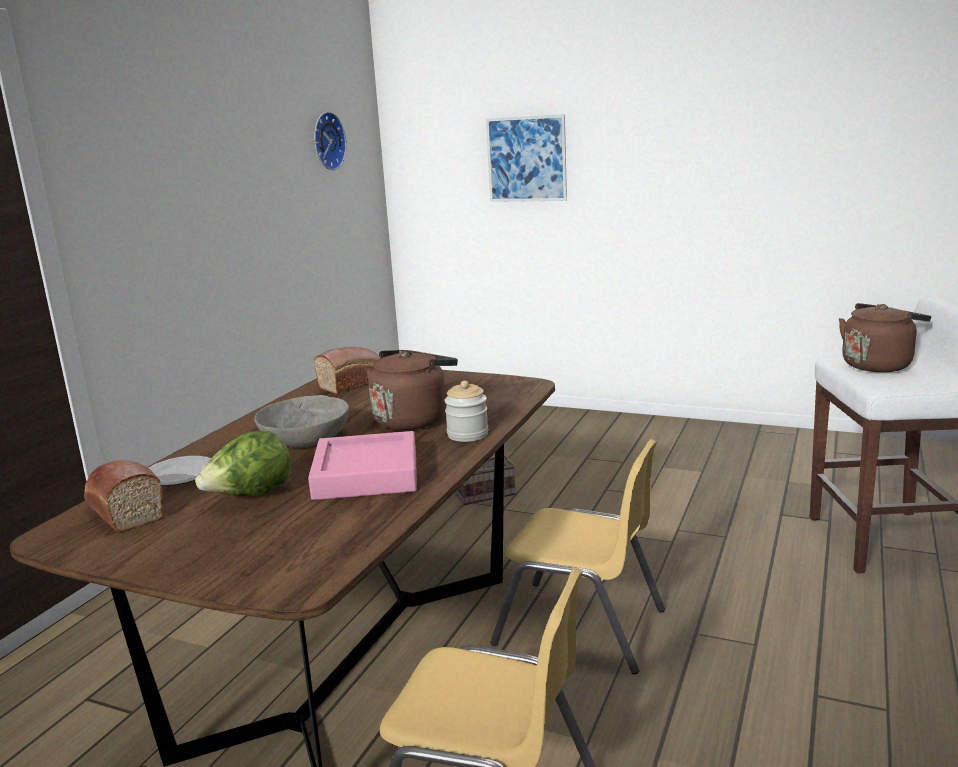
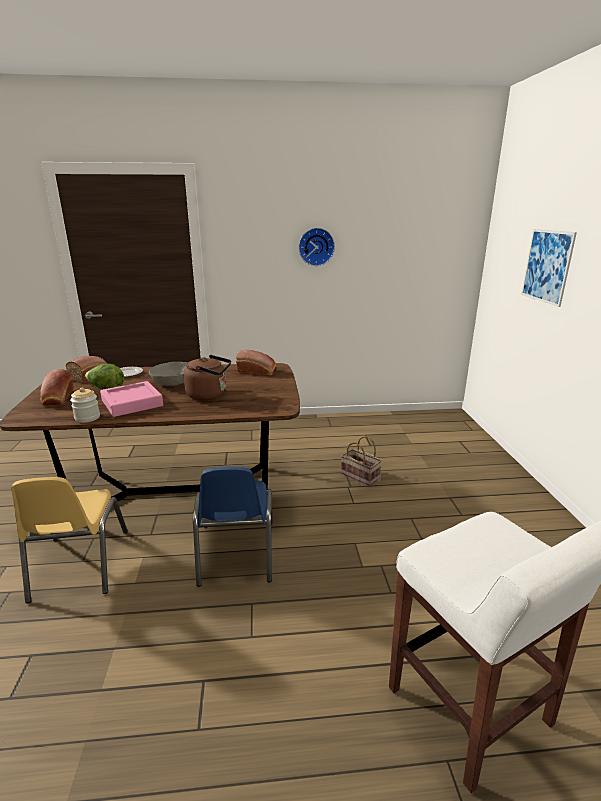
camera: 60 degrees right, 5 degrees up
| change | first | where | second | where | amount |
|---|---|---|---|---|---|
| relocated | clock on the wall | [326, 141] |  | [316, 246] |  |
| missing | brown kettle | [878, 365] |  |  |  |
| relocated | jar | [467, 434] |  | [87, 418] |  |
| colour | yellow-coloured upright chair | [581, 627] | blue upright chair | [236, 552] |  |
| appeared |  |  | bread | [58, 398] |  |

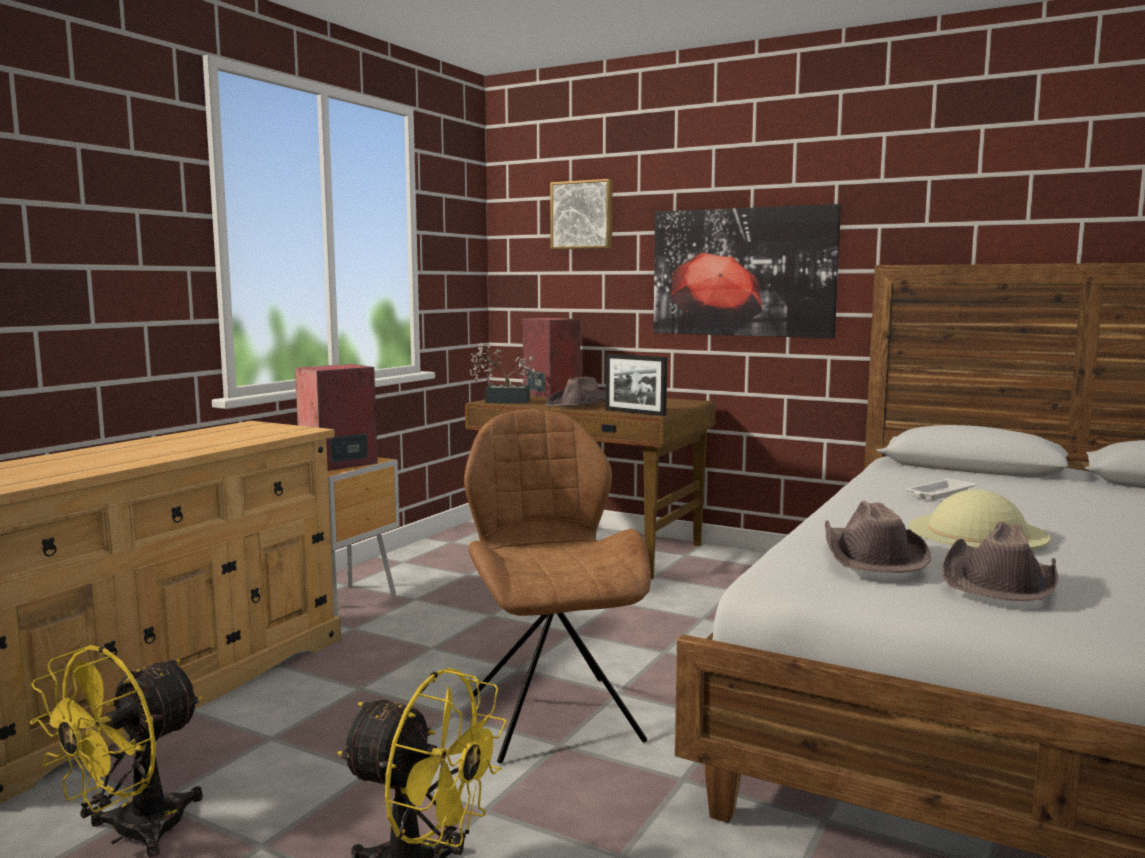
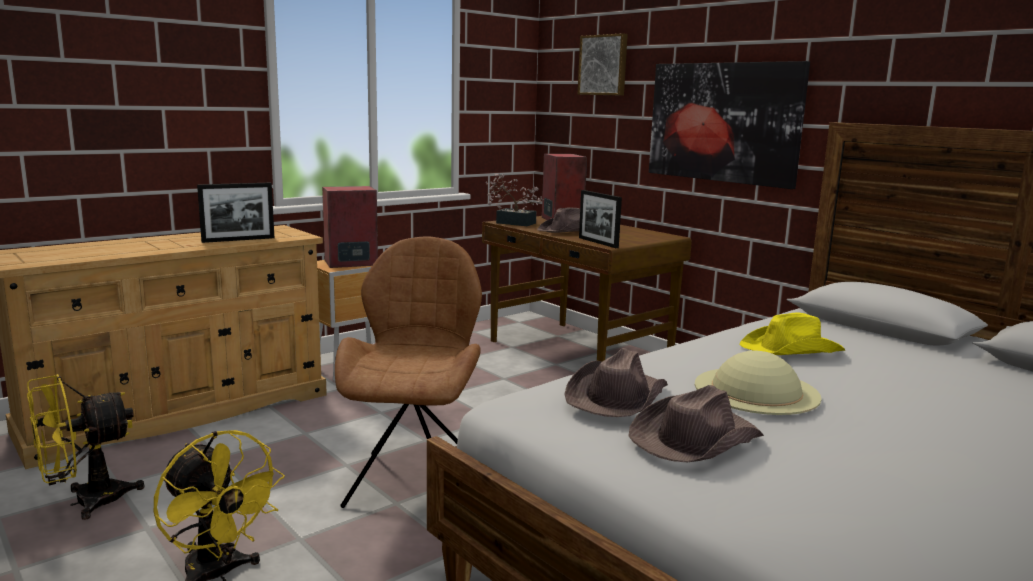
camera: 20 degrees right, 5 degrees up
| change | first | where | second | where | amount |
|---|---|---|---|---|---|
| exchanged | white-coloured carrying tray | [939, 494] | yellow-coloured hat | [792, 349] |  |
| appeared |  |  | photo frame | [238, 240] |  |

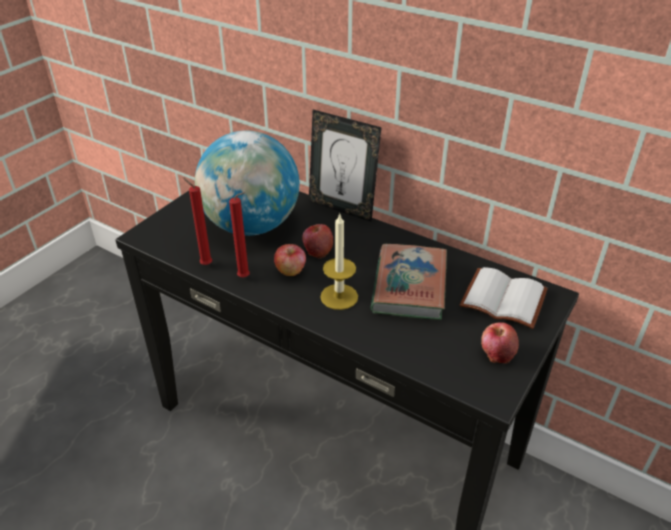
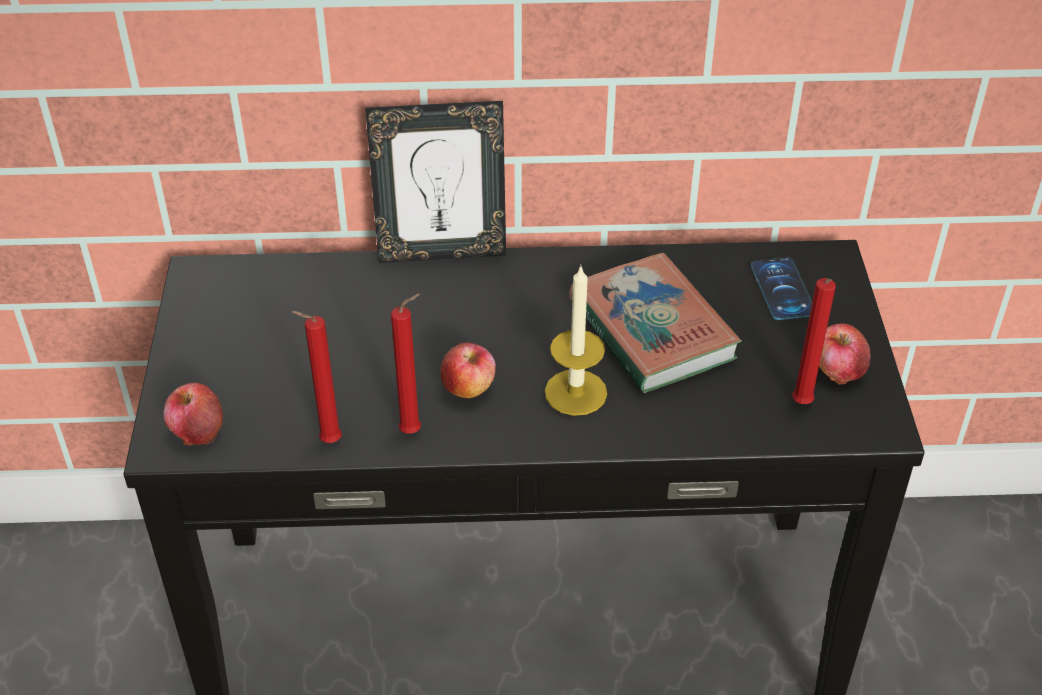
camera: 35 degrees left, 5 degrees up
| change | first | where | second | where | amount |
|---|---|---|---|---|---|
| missing | world globe | [252, 226] |  |  |  |
| relocated | whole apple | [317, 250] |  | [197, 431] |  |
| exchanged | white-coloured bound book | [505, 298] | telephone | [782, 289] |  |
| appeared |  |  | red-coloured wax light | [801, 405] |  |

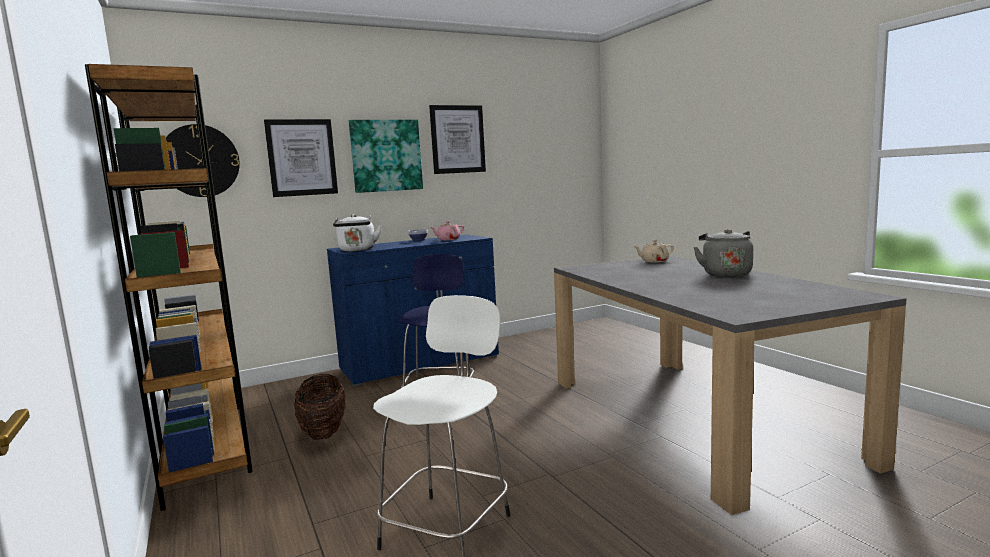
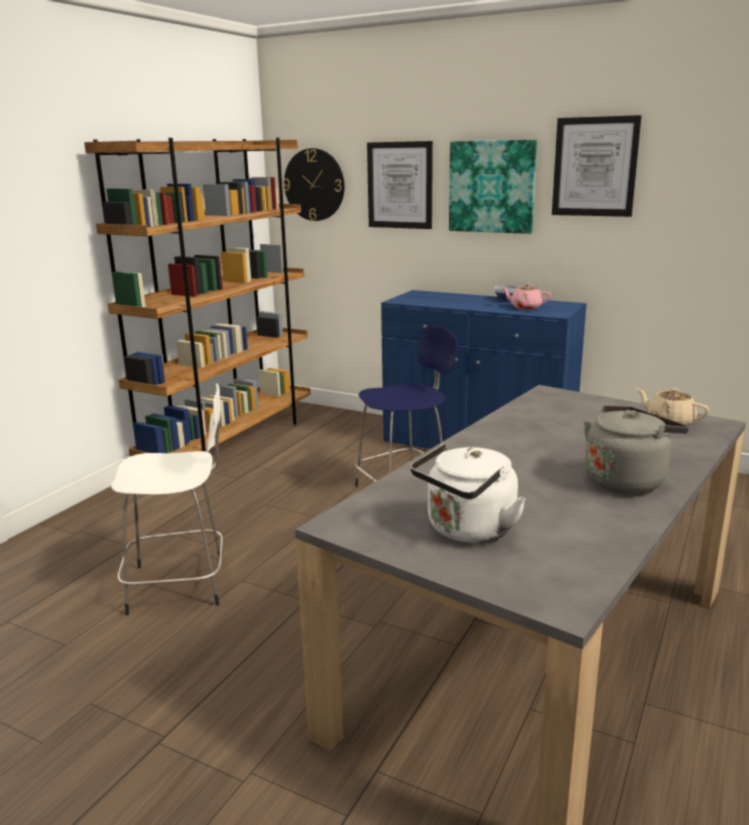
camera: 55 degrees right, 10 degrees up
| change | first | where | second | where | amount |
|---|---|---|---|---|---|
| relocated | white-coloured kettle | [357, 250] |  | [467, 531] |  |
| missing | storage basket | [323, 432] |  |  |  |

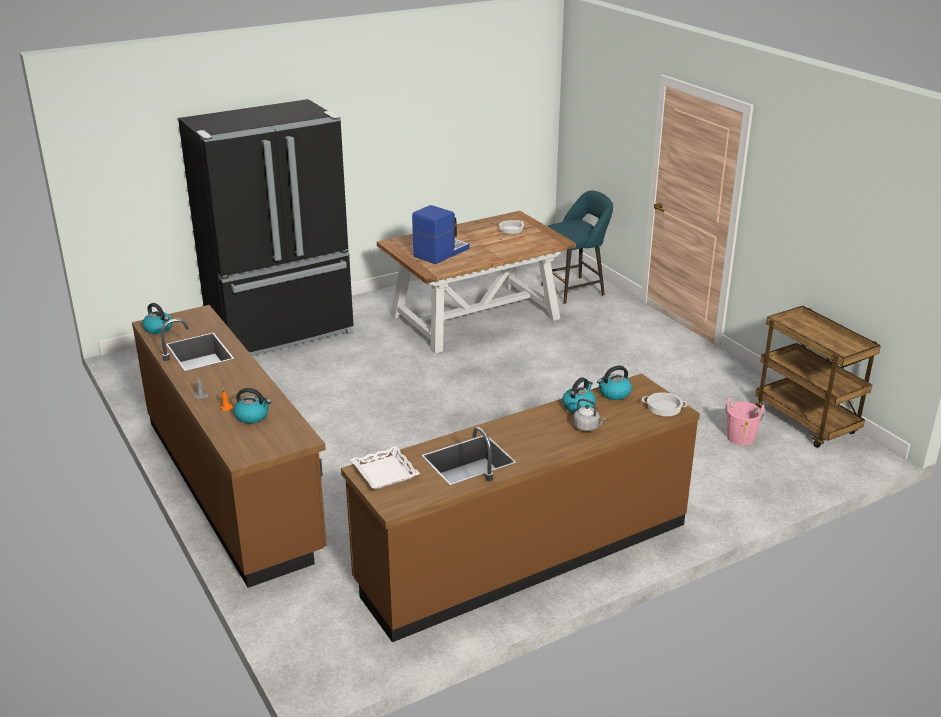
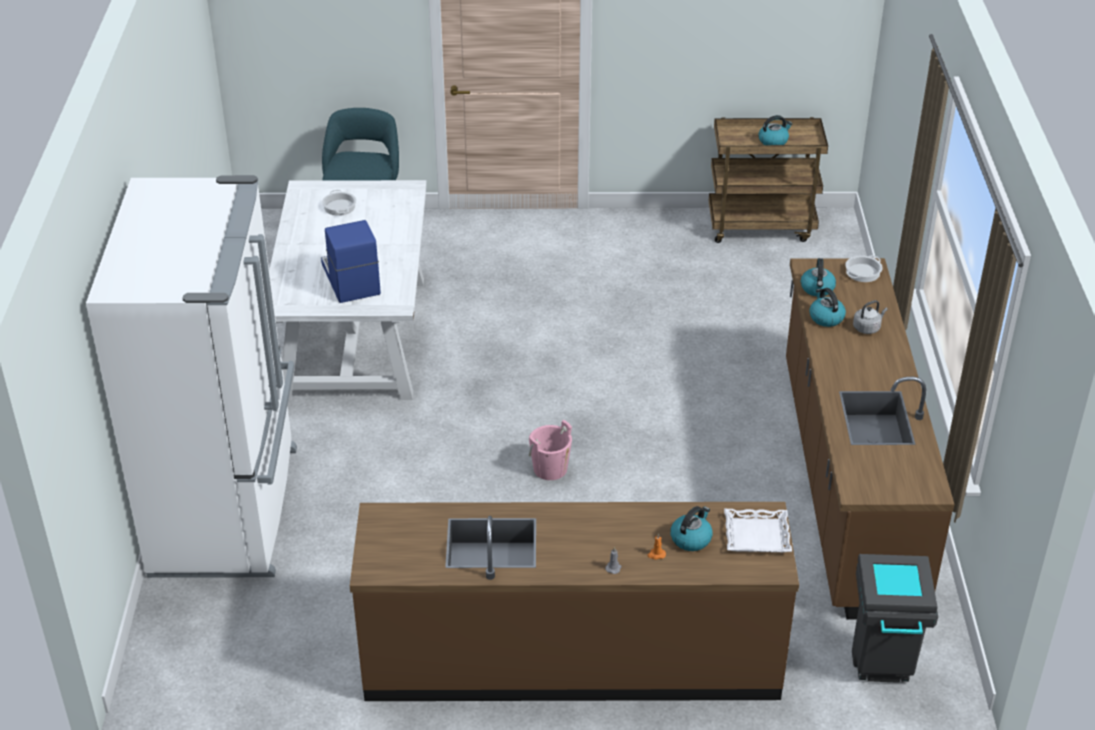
camera: 60 degrees left, 10 degrees up
| change | first | where | second | where | amount |
|---|---|---|---|---|---|
| colour | black refrigerator | [282, 333] | white-coloured refrigerator | [229, 510] |  |
| colour | brown dining table | [476, 317] | white-coloured dining table | [354, 335] |  |
| relocated | kettle | [159, 329] |  | [773, 141] |  |
| relocated | pink bucket | [740, 438] |  | [550, 469] |  |
| relocated | white-coloured carrying tray | [384, 472] |  | [756, 536] |  |
| appeared |  |  | greyish waste bin | [881, 674] |  |

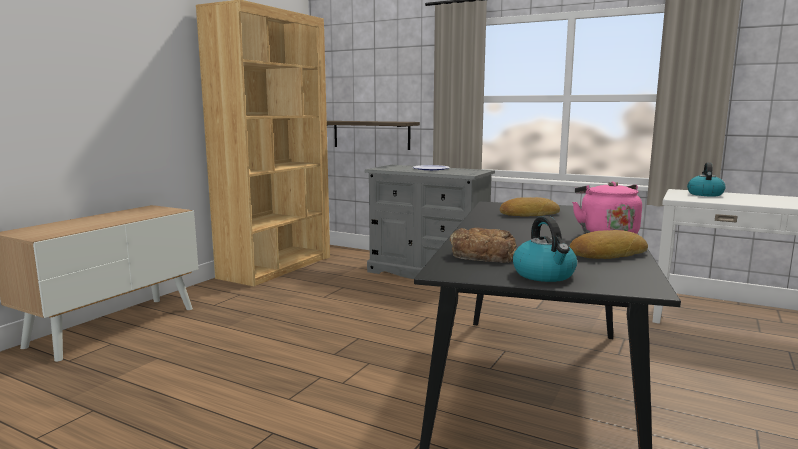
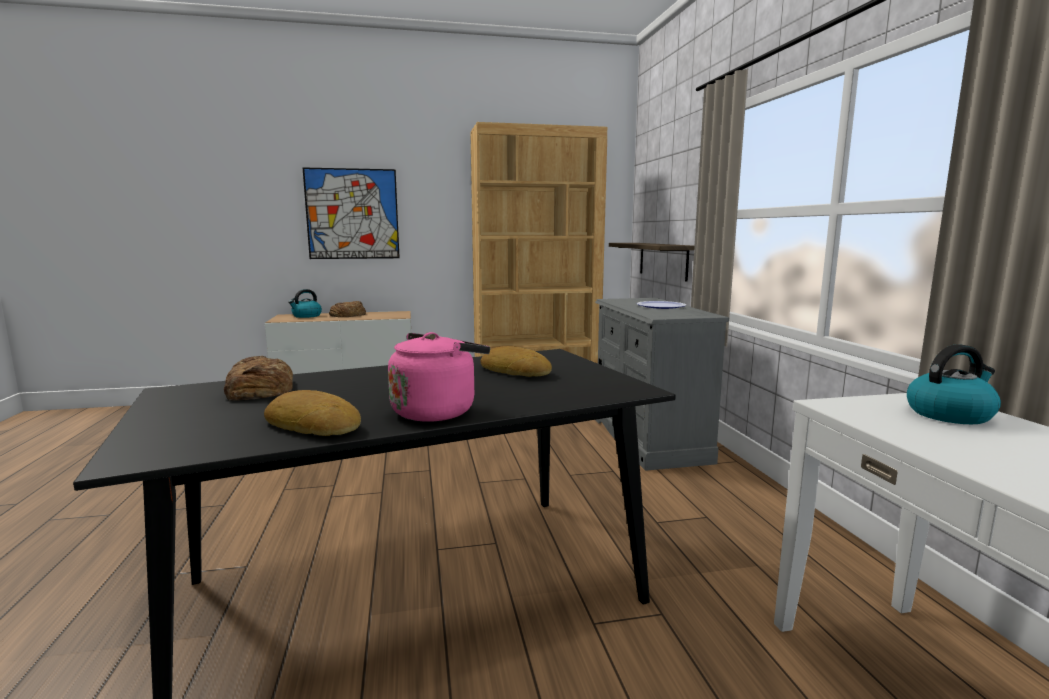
camera: 50 degrees right, 0 degrees up
| change | first | where | second | where | amount |
|---|---|---|---|---|---|
| relocated | kettle | [544, 275] |  | [306, 316] |  |
| appeared |  |  | wall art | [352, 214] |  |
| appeared |  |  | bread | [348, 314] |  |

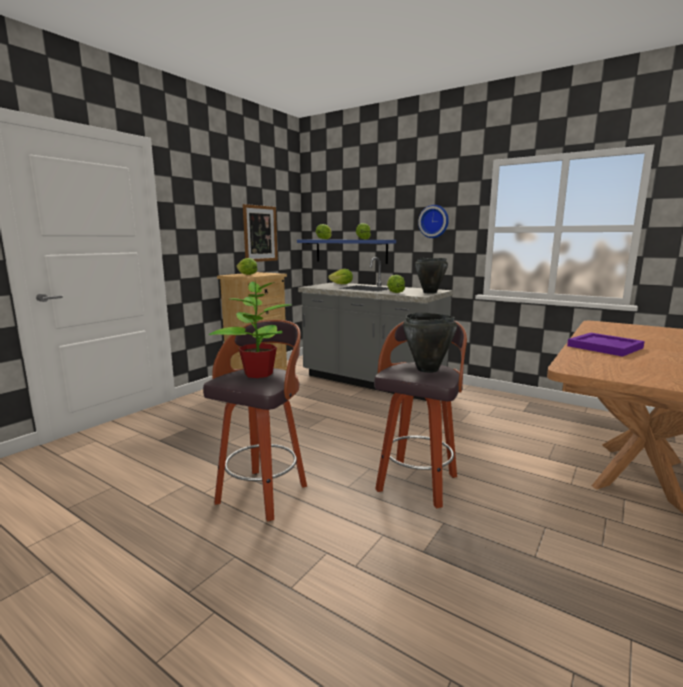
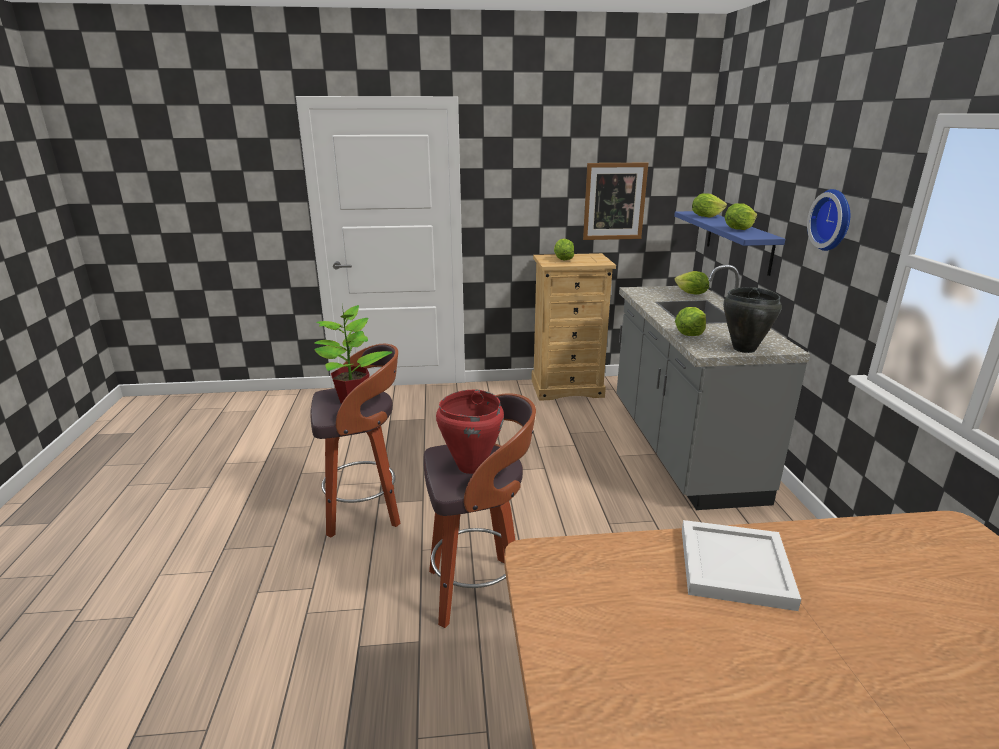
camera: 50 degrees right, 10 degrees up
| change | first | where | second | where | amount |
|---|---|---|---|---|---|
| colour | black stockpot | [427, 370] | red-coloured stockpot | [470, 466] |  |
| colour | purple carrying tray | [605, 347] | white-coloured carrying tray | [733, 568] |  |

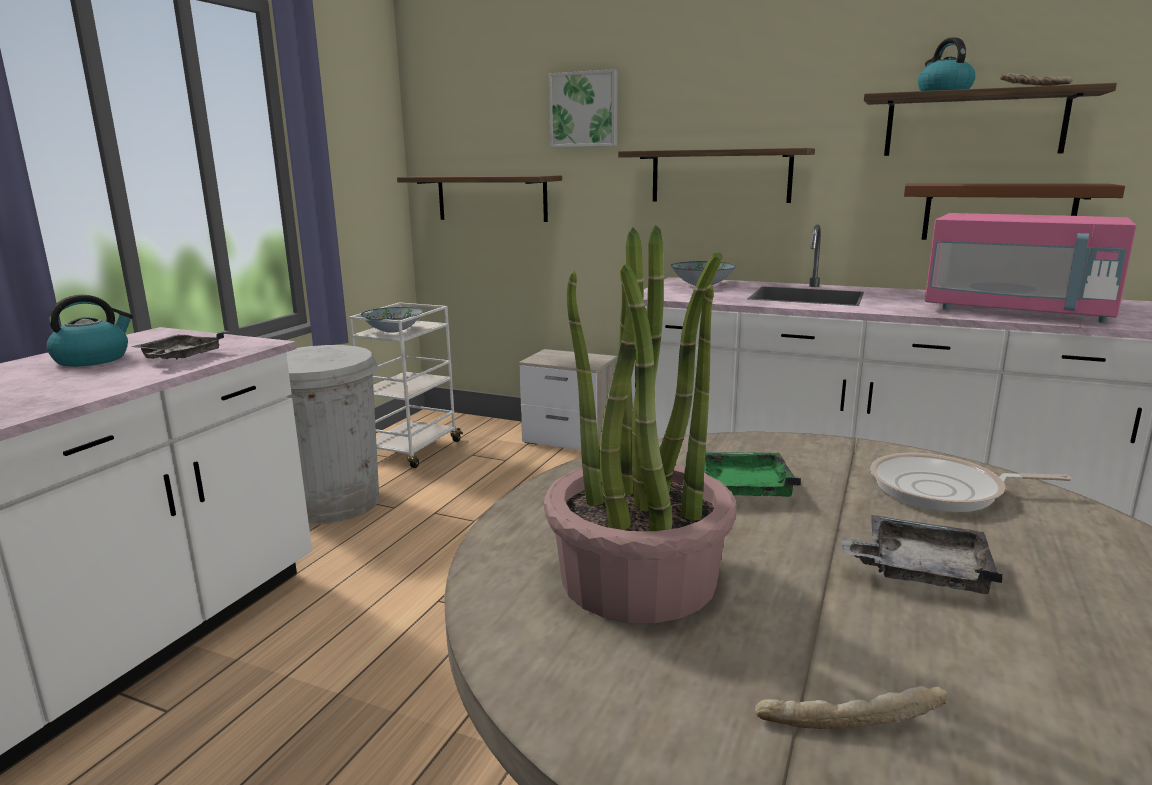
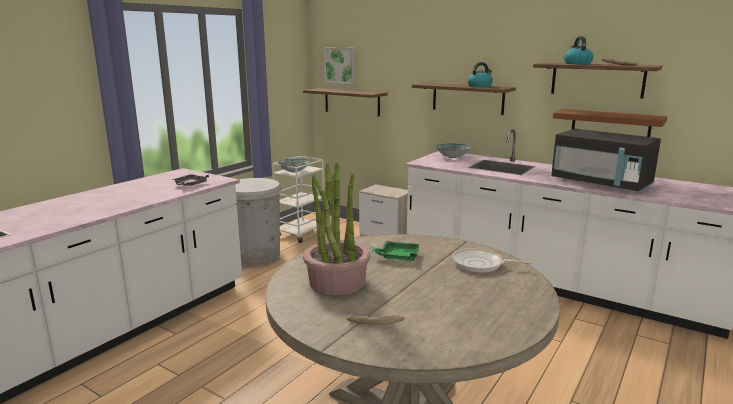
camera: 10 degrees right, 0 degrees up
| change | first | where | second | where | amount |
|---|---|---|---|---|---|
| relocated | wall art | [584, 109] |  | [340, 65] |  |
| colour | pink microwave | [1017, 312] | black microwave | [601, 184] |  |
| relocated | kettle | [93, 359] |  | [479, 86] |  |
| missing | greyish carrying tray | [920, 570] |  |  |  |

